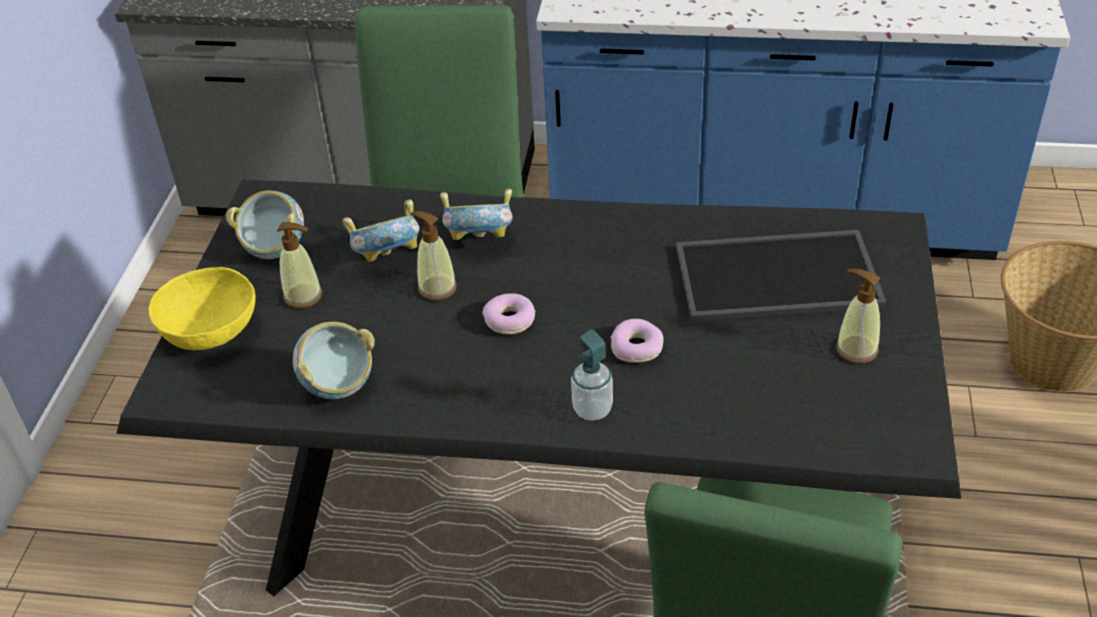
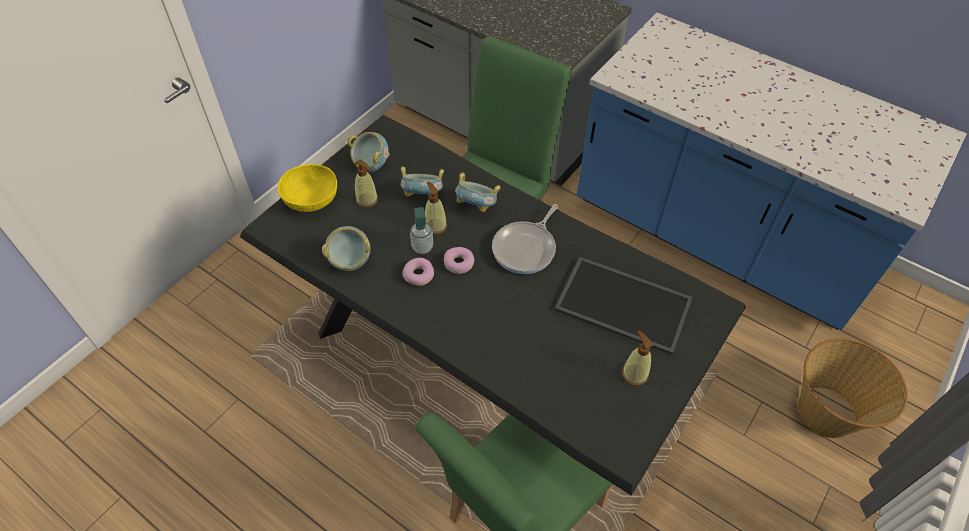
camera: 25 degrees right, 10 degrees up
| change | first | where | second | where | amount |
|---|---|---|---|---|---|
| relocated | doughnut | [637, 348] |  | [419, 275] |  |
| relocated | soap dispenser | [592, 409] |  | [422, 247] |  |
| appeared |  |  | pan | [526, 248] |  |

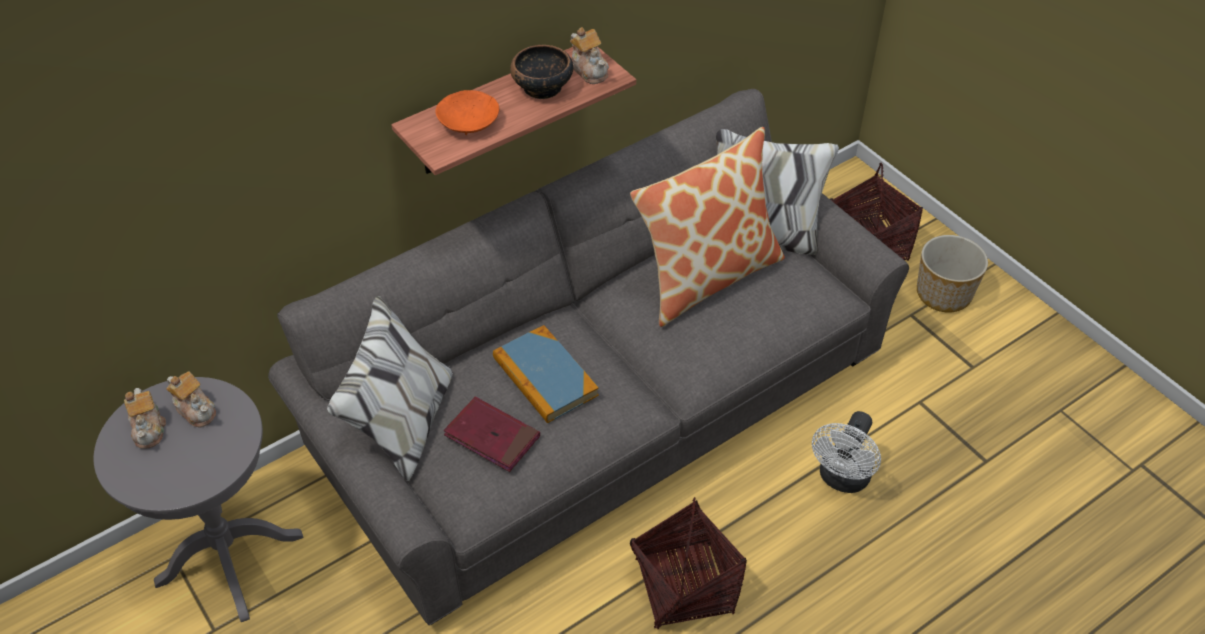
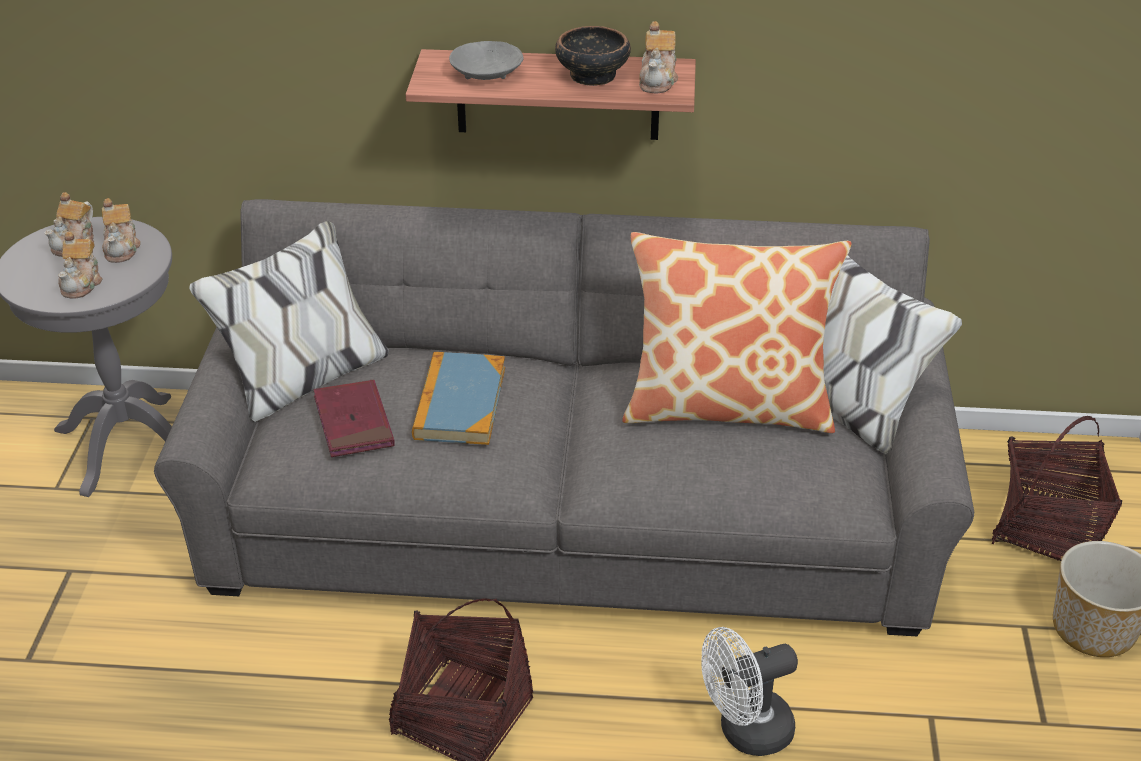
camera: 40 degrees right, 10 degrees down
| change | first | where | second | where | amount |
|---|---|---|---|---|---|
| colour | orange-coloured bowl | [469, 122] | greyish bowl | [487, 73] |  |
| appeared |  |  | pot for tea | [82, 283] |  |

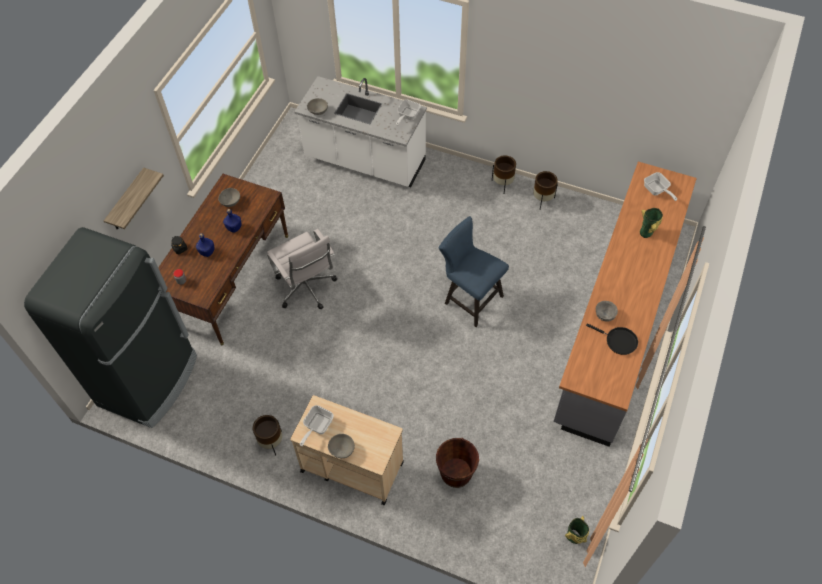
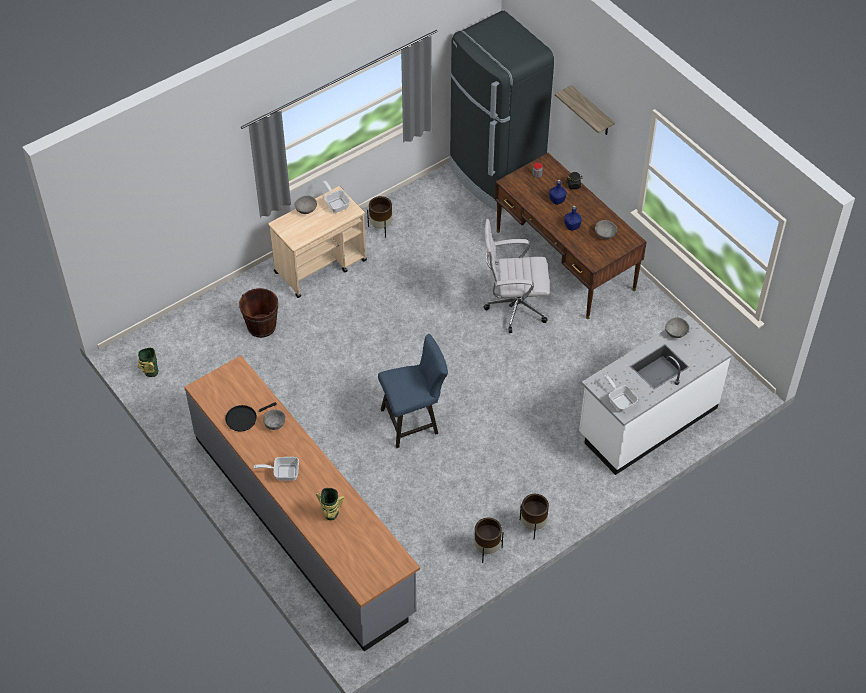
camera: 120 degrees right, 5 degrees down
| change | first | where | second | where | amount |
|---|---|---|---|---|---|
| relocated | pan | [657, 191] |  | [283, 473] |  |

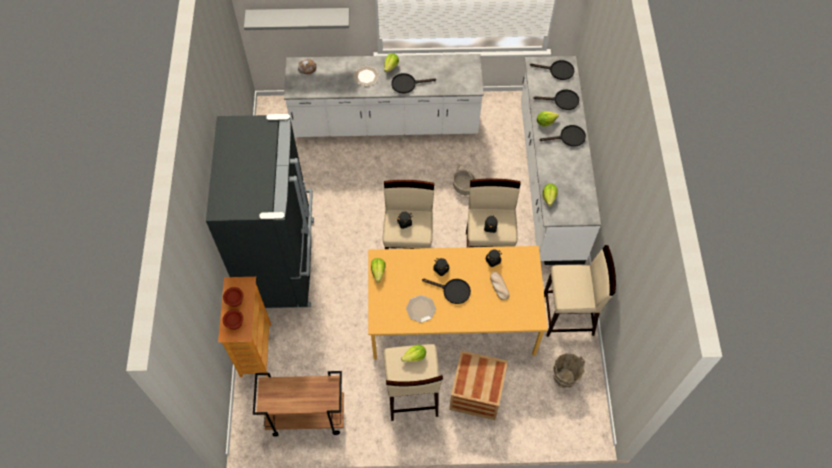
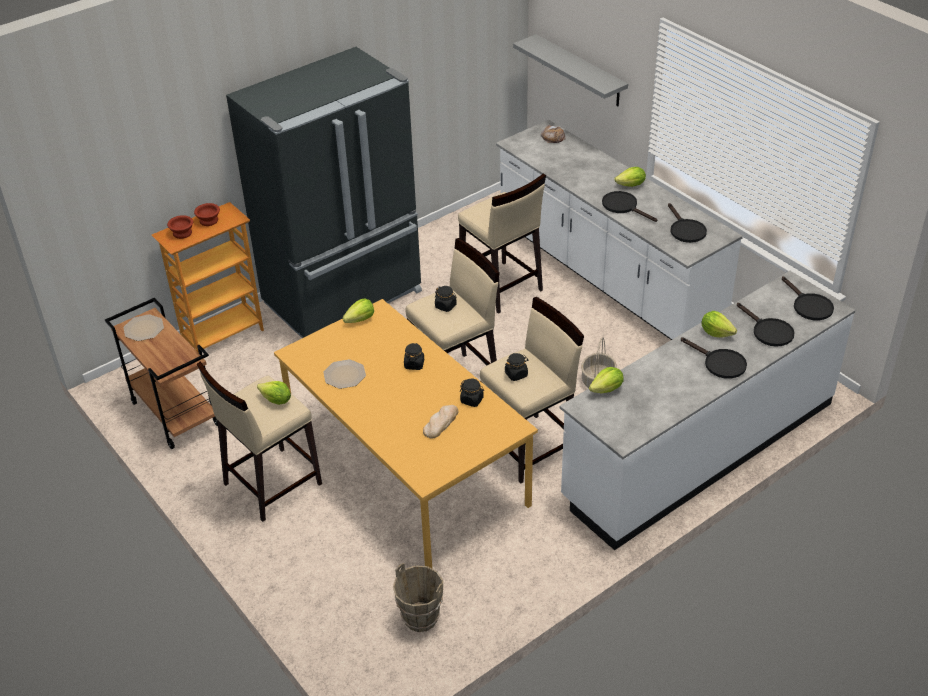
camera: 55 degrees right, 20 degrees down
| change | first | where | second | where | amount |
|---|---|---|---|---|---|
| relocated | dinner plate | [366, 76] |  | [143, 328] |  |
| relocated | beige-coloured stool | [568, 316] |  | [501, 287] |  |
| relocated | black pan | [452, 291] |  | [685, 230] |  |
| missing | shipping crate | [476, 393] |  |  |  |

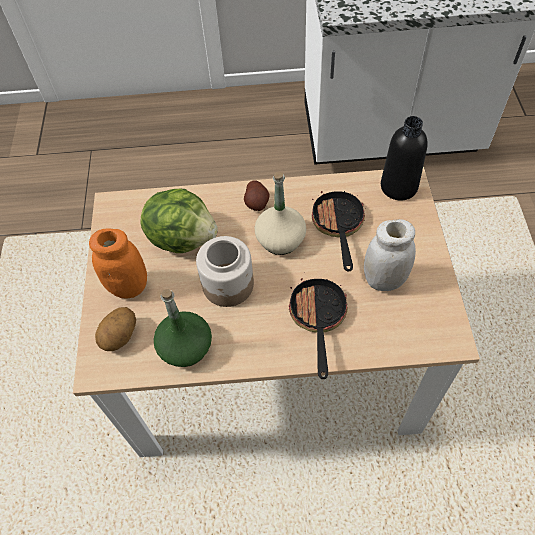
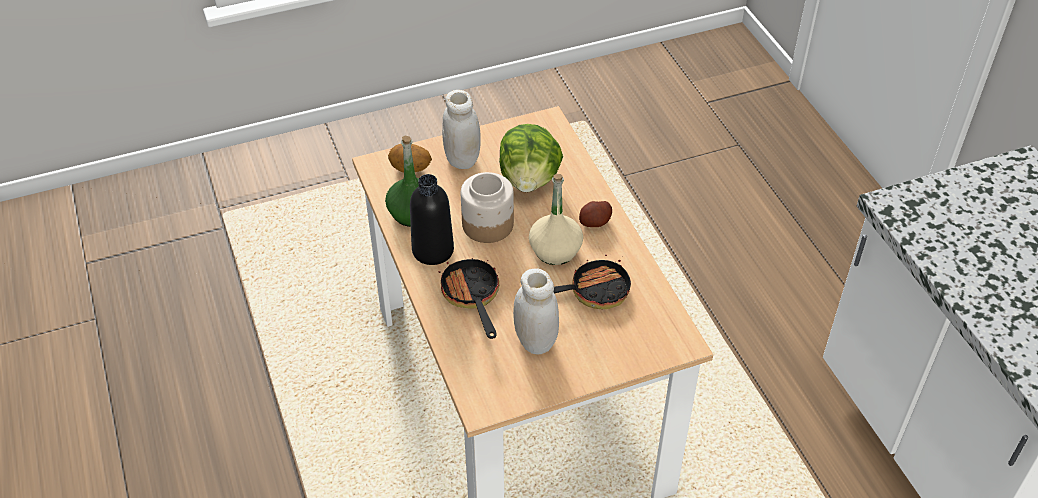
camera: 70 degrees right, 10 degrees down
| change | first | where | second | where | amount |
|---|---|---|---|---|---|
| relocated | black beverage bottle | [399, 187] |  | [433, 250] |  |
| colour | orange-coloured jar | [129, 286] | white-coloured jar | [462, 159] |  |
| spun | pan | [317, 318] |  | [472, 297] | 90 degrees counterclockwise |

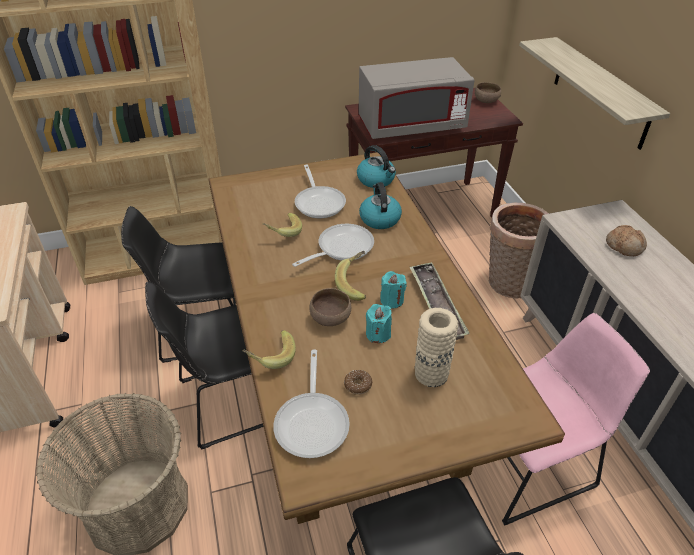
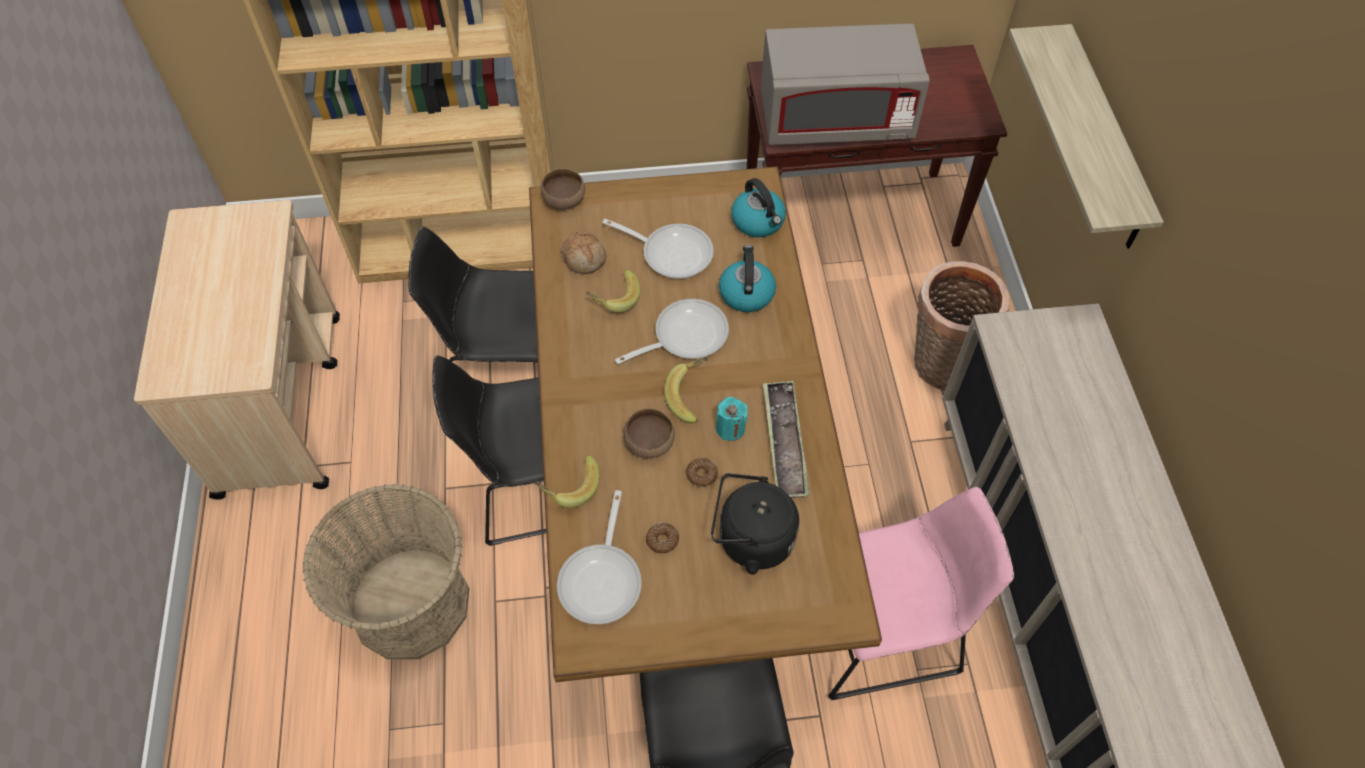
camera: 10 degrees right, 15 degrees up
| change | first | where | second | where | amount |
|---|---|---|---|---|---|
| relocated | brown bowl | [486, 101] |  | [565, 200] |  |
| spun | pan | [319, 202] |  | [671, 253] | 60 degrees counterclockwise |
| relocated | bread | [625, 246] |  | [584, 258] |  |
| exchanged | turquoise-coloured wax light | [378, 334] | doughnut | [702, 475] |  |
| exchanged | beige-coloured flower vase | [431, 374] | black kettle | [750, 539] |  |

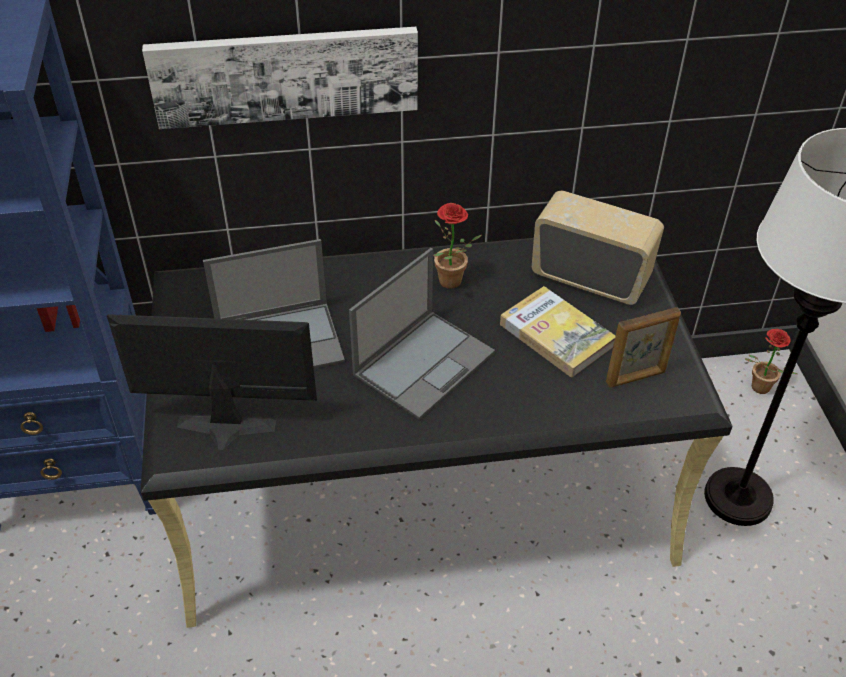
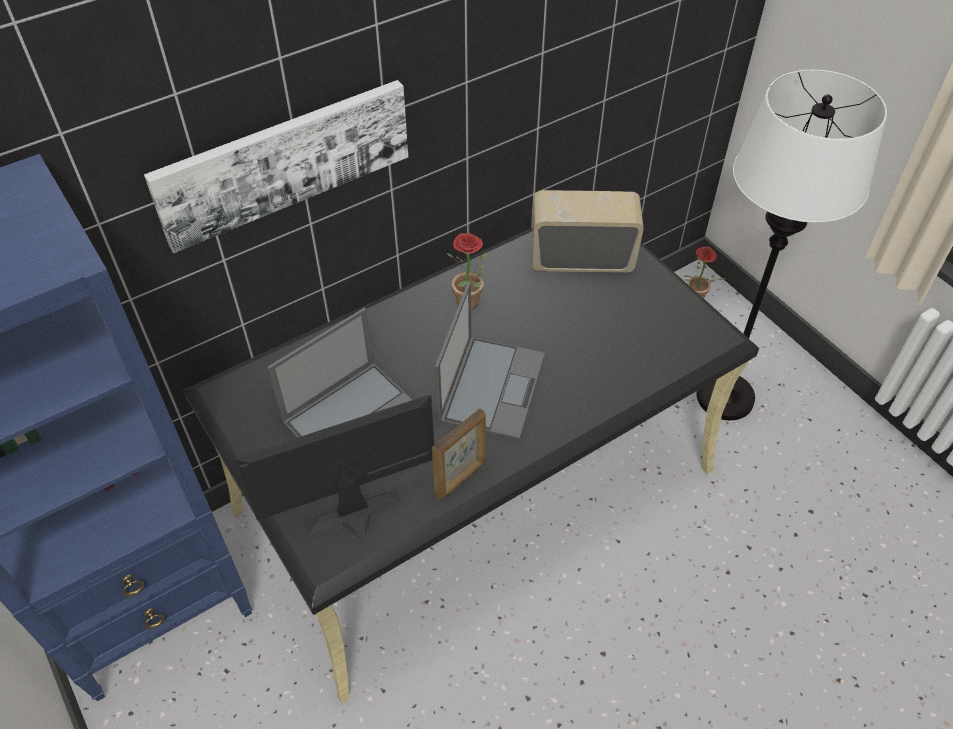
camera: 25 degrees left, 5 degrees up
| change | first | where | second | where | amount |
|---|---|---|---|---|---|
| missing | bound book | [556, 335] |  |  |  |
| relocated | photo frame | [636, 377] |  | [461, 478] |  |

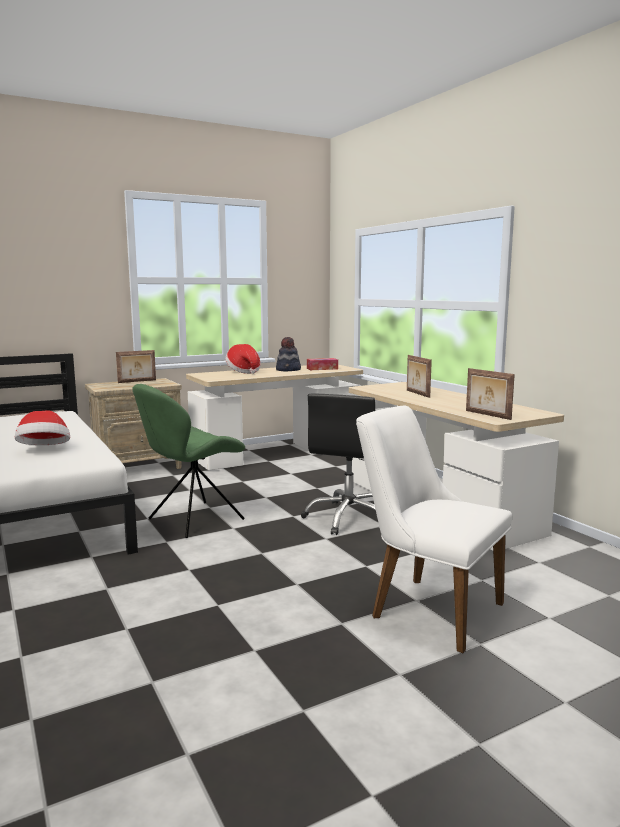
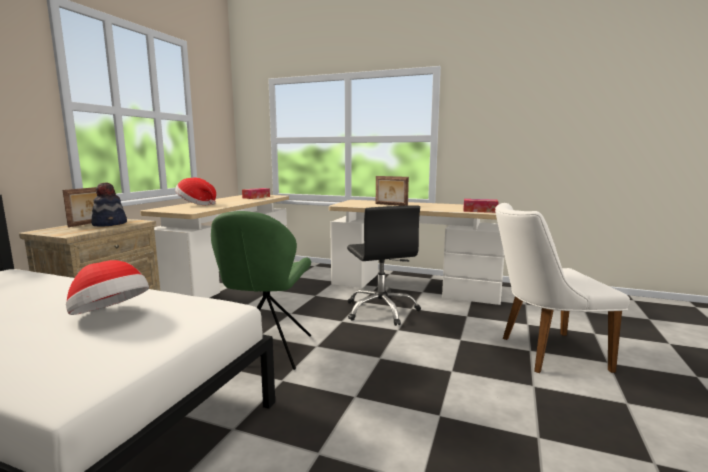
camera: 40 degrees left, 0 degrees up
| change | first | where | second | where | amount |
|---|---|---|---|---|---|
| relocated | hat | [288, 370] |  | [110, 224] |  |
| exchanged | photo frame | [487, 415] | tissue box | [480, 211] |  |

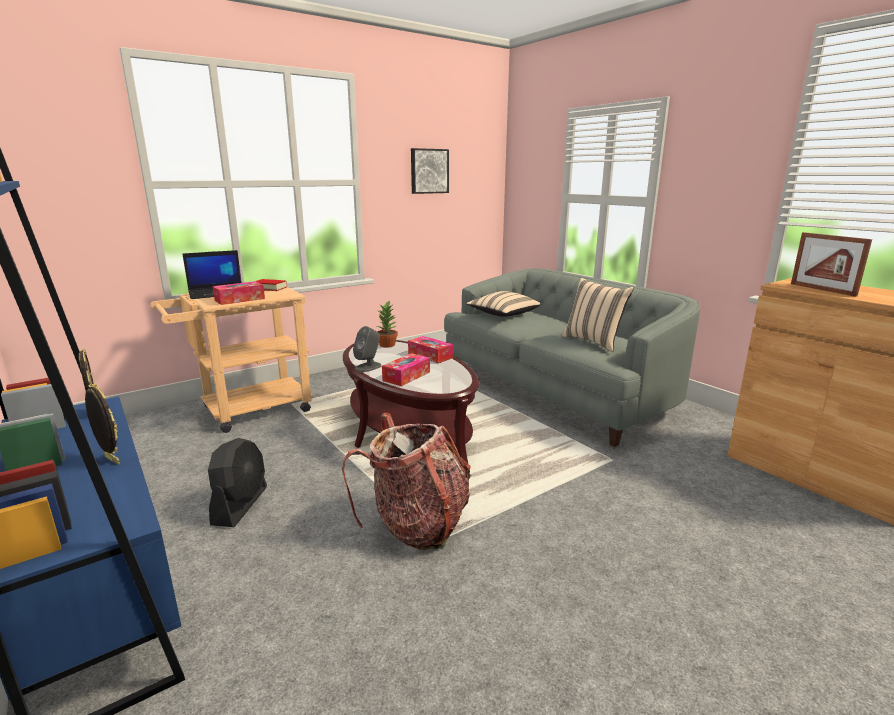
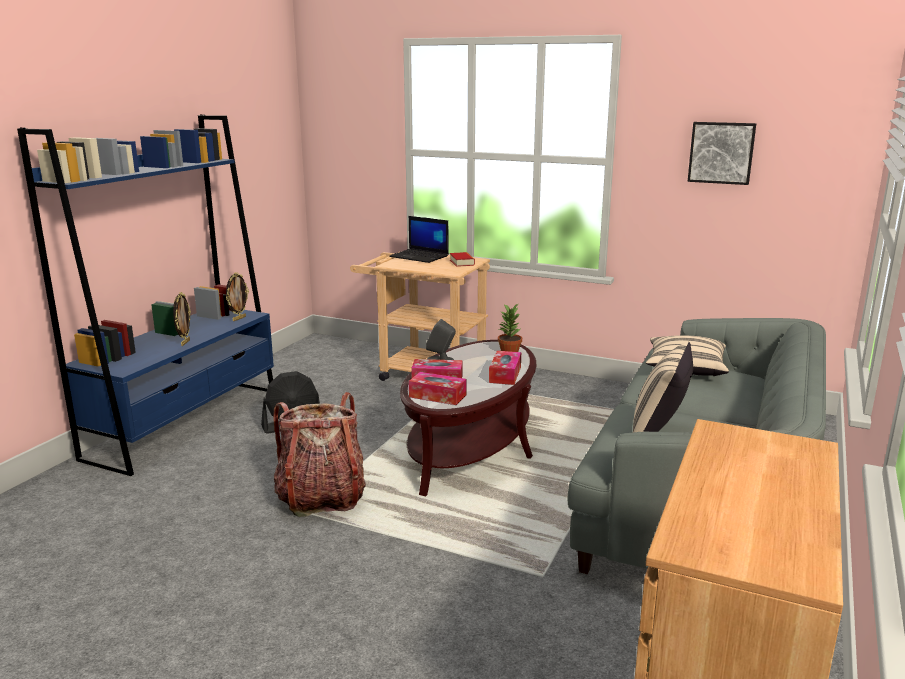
camera: 60 degrees right, 0 degrees up
| change | first | where | second | where | amount |
|---|---|---|---|---|---|
| missing | photo frame | [822, 289] |  |  |  |
| relocated | tissue box | [240, 299] |  | [437, 396] |  |

